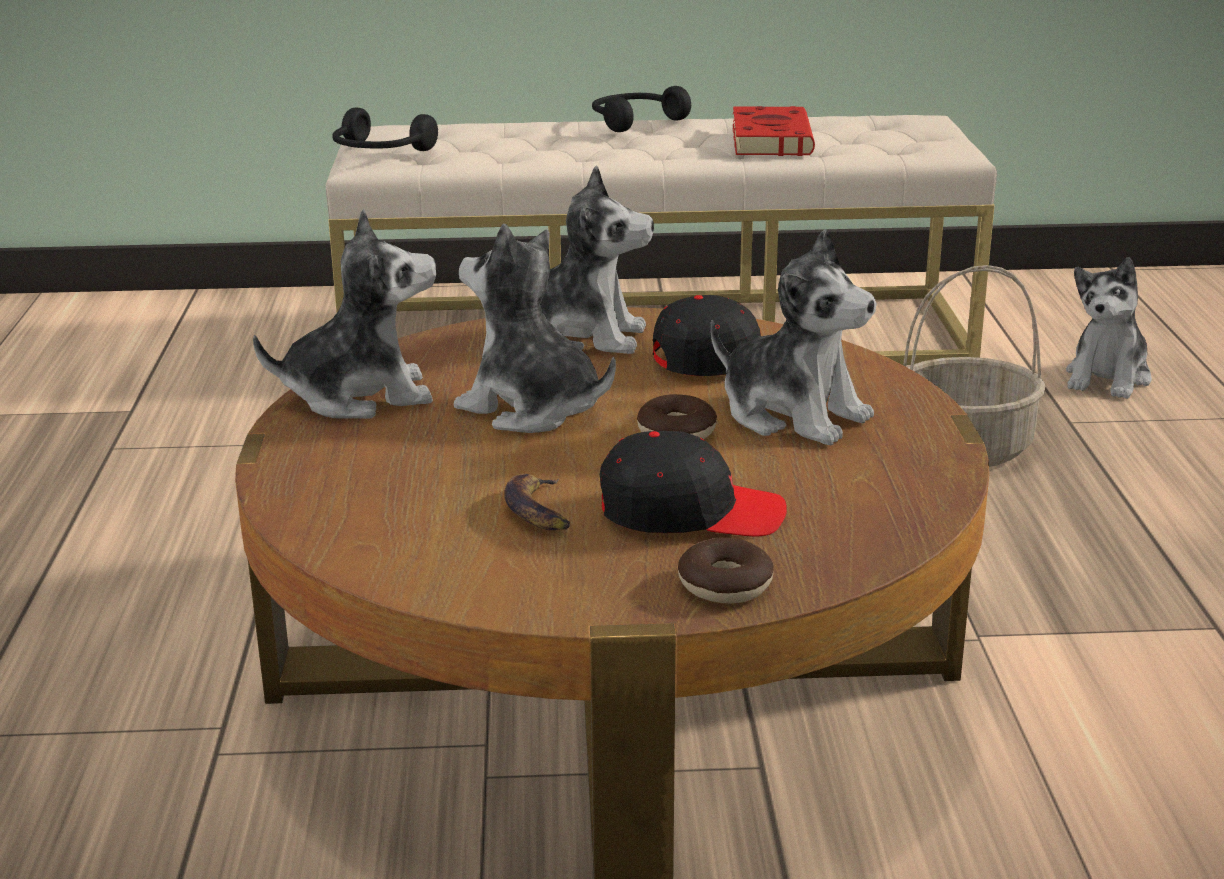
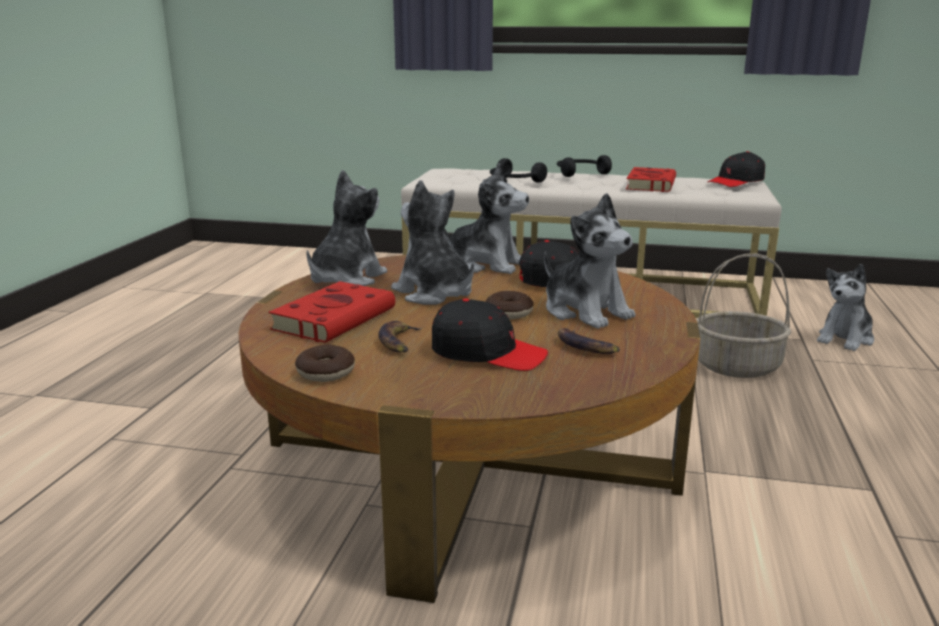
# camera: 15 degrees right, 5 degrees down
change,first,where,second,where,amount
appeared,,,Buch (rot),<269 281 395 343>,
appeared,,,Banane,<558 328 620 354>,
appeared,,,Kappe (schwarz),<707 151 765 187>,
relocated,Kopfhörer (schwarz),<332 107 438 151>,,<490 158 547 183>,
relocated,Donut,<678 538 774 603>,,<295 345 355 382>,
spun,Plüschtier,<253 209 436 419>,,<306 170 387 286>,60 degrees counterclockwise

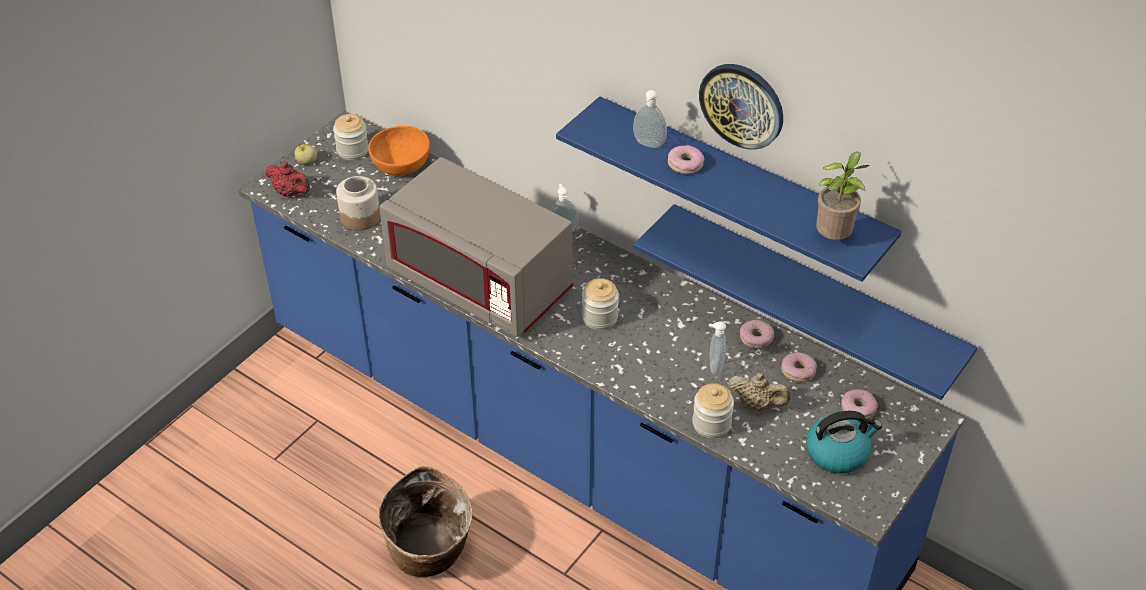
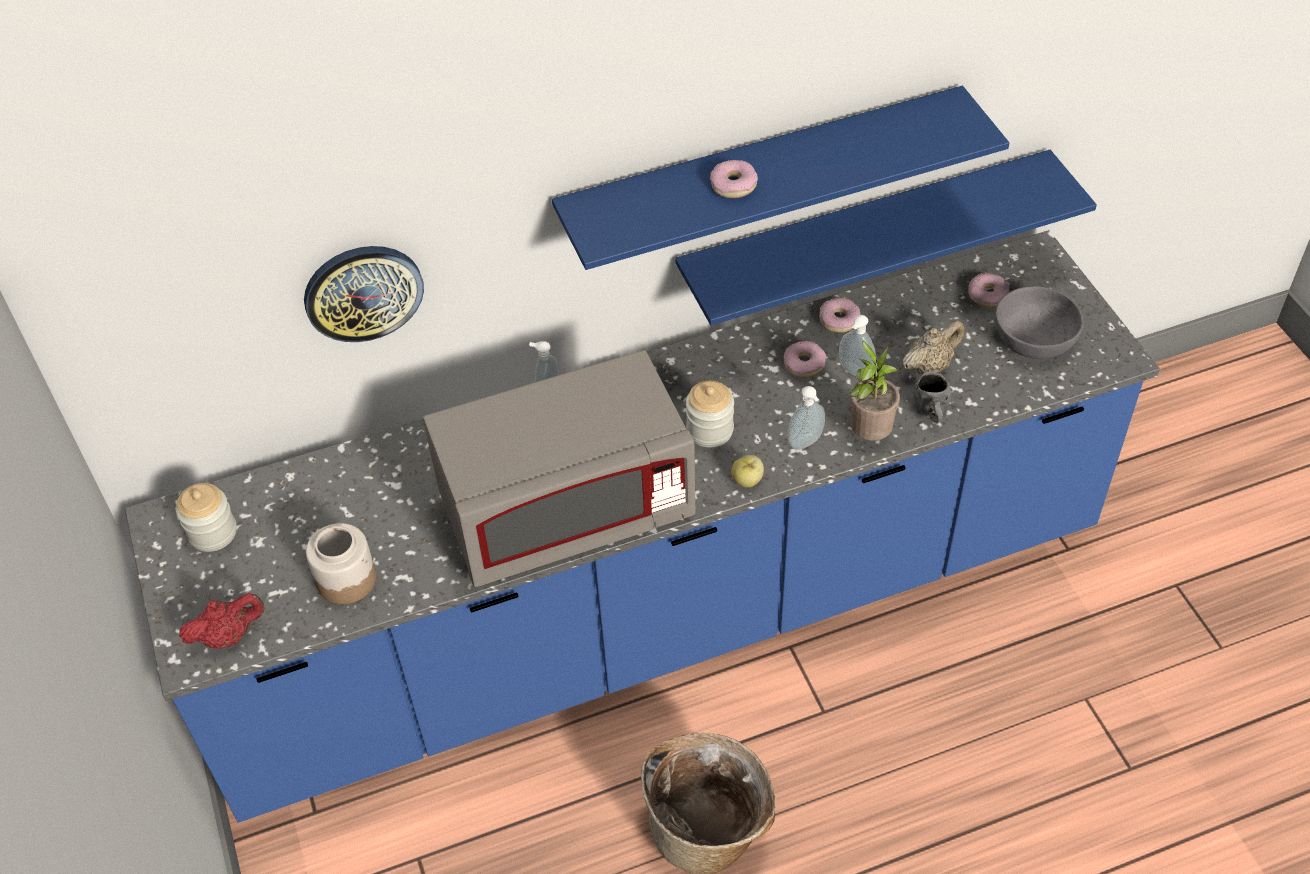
# camera: 55 degrees left, 5 degrees up
change,first,where,second,where,amount
missing,Schüssel (orange),<368 126 430 176>,,,
relocated,Apfel,<295 144 317 165>,,<731 455 764 488>,
relocated,Seifenspender,<633 90 667 148>,,<787 386 825 450>,
relocated,Wanduhr,<699 64 783 150>,,<304 246 424 342>,
relocated,Donut,<781 352 817 382>,,<783 341 826 378>,
relocated,Topfpflanze,<816 152 869 240>,,<850 341 900 441>,
exchanged,Vorratsglas,<692 383 734 438>,Henkelbecher (grau),<914 371 951 423>,
exchanged,Wasserkessel,<806 411 882 474>,Schüssel (grau),<995 286 1084 359>,

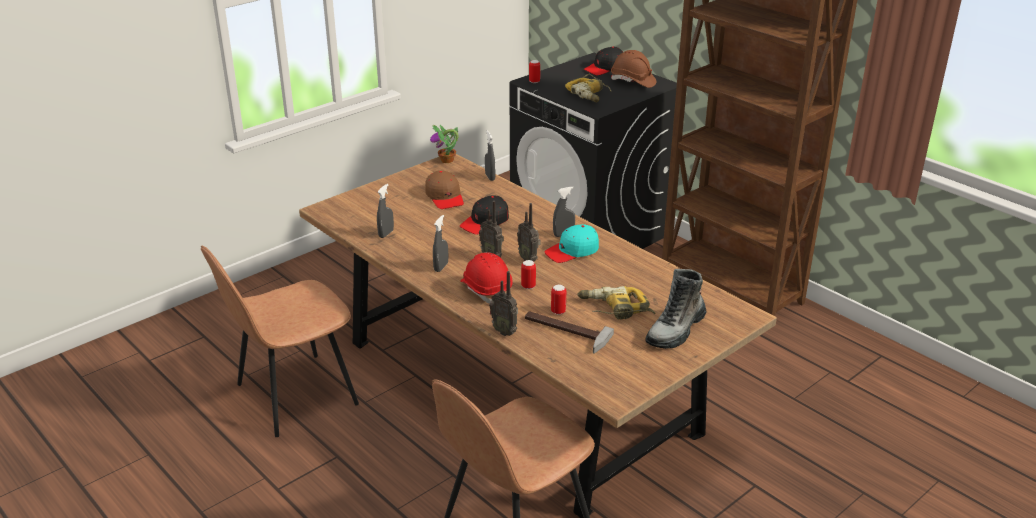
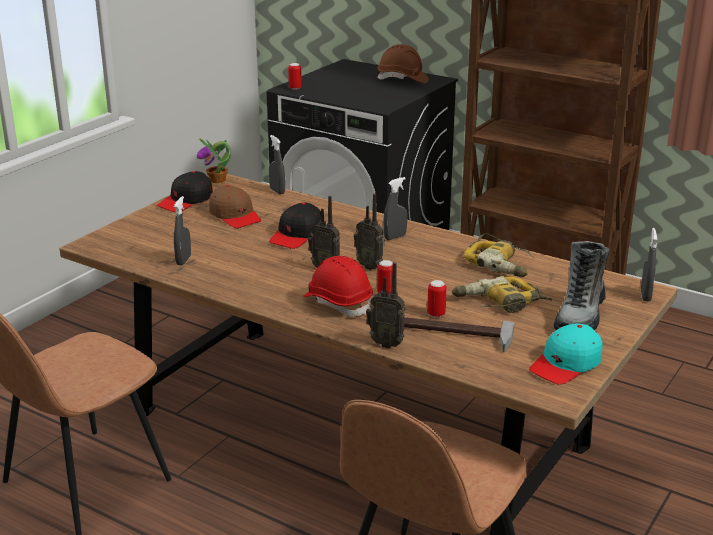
# camera: 15 degrees left, 5 degrees down
change,first,where,second,where,amount
relocated,Sprühflasche (grau),<433 215 448 272>,,<641 228 657 301>,
relocated,Kappe (türkis),<544 224 599 263>,,<529 324 603 385>,
relocated,Bohrmaschine,<565 73 611 102>,,<463 233 534 277>,
relocated,Kappe (schwarz),<584 47 623 75>,,<157 171 213 212>,

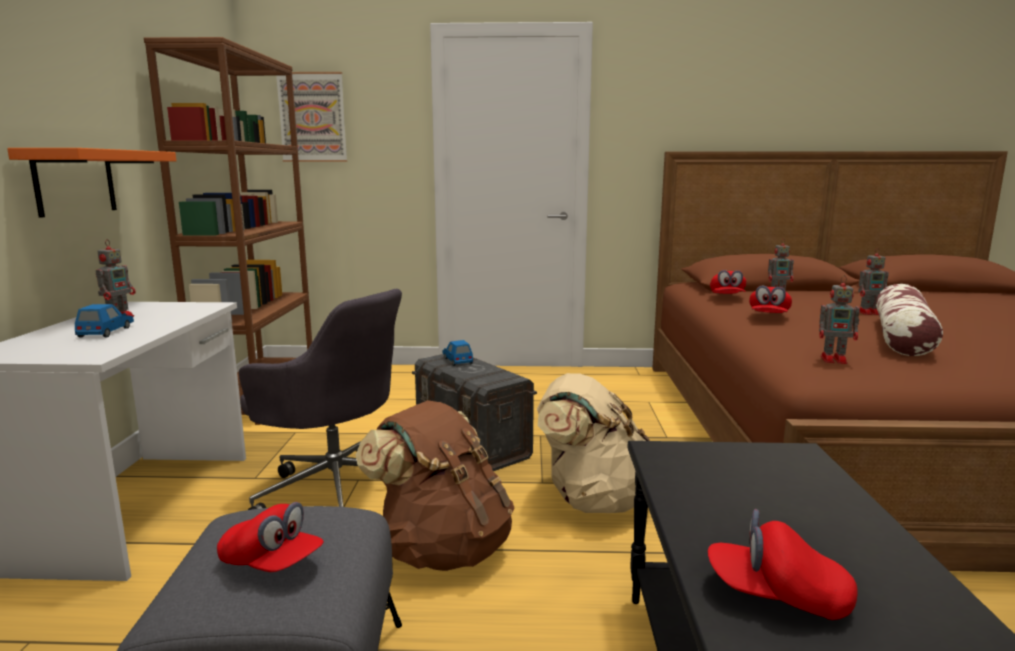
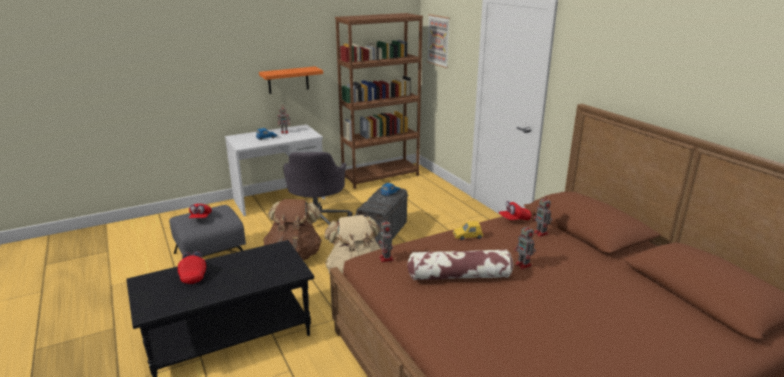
# camera: 60 degrees right, 10 degrees up
change,first,where,second,where,amount
exchanged,Kappe (rot),<749 286 792 313>,Spielzeugauto (gelb),<453 221 483 240>,

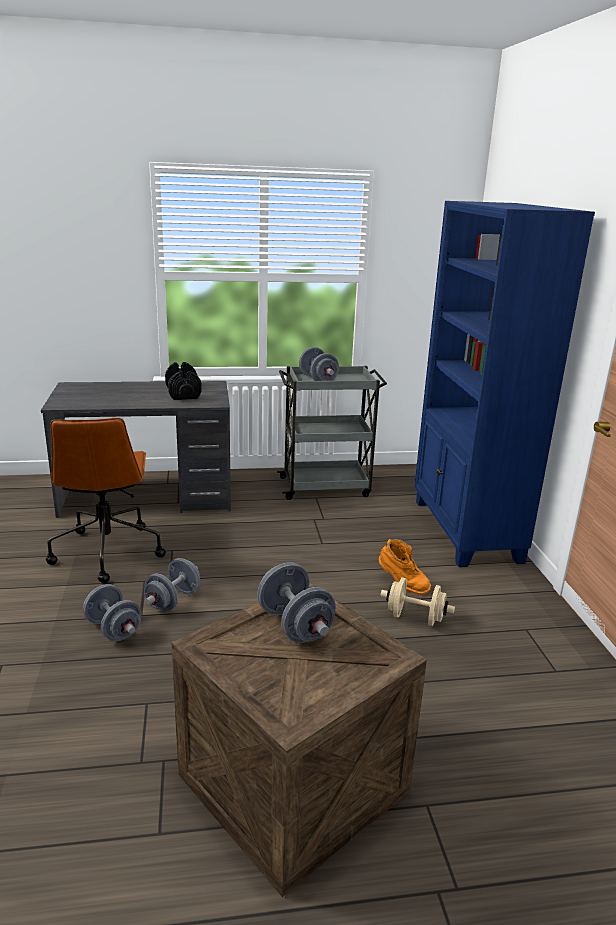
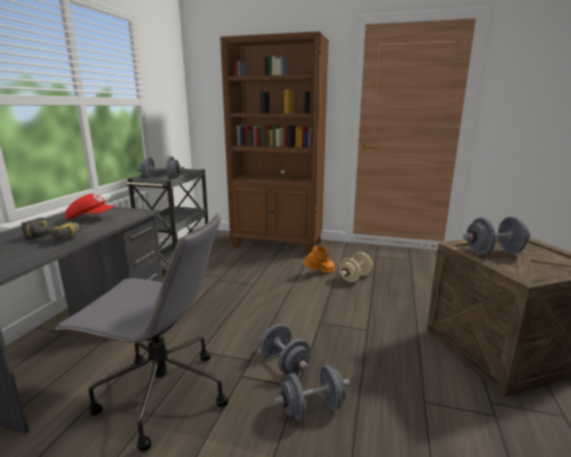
# camera: 65 degrees left, 5 degrees down
change,first,where,second,where,amount
appeared,,,Bohrmaschine,<21 218 86 240>,
exchanged,Hantel (schwarz),<165 362 202 400>,Kappe (rot),<65 194 114 219>,
colour,Bürostuhl (braun),<46 418 166 583>,Bürostuhl (grau),<55 214 229 451>,
colour,Bücherregal (blau),<414 201 595 567>,Bücherregal (braun),<220 31 329 255>,

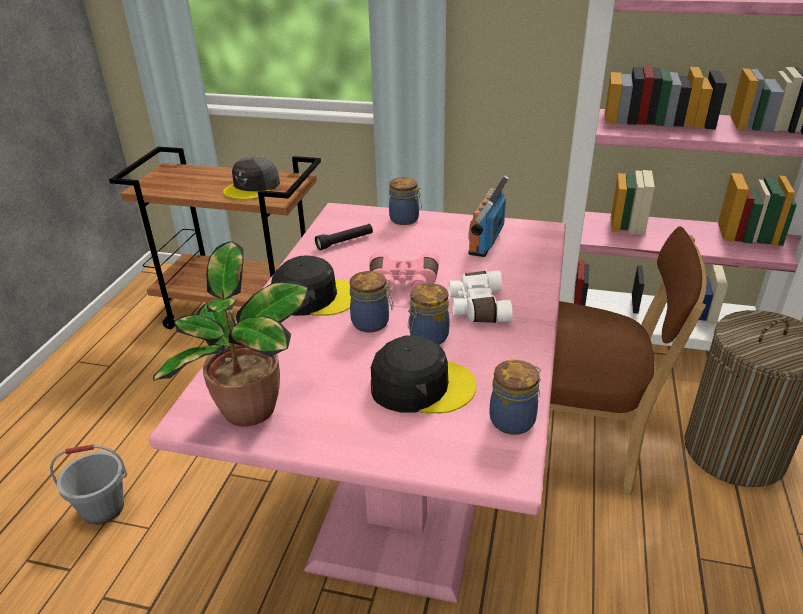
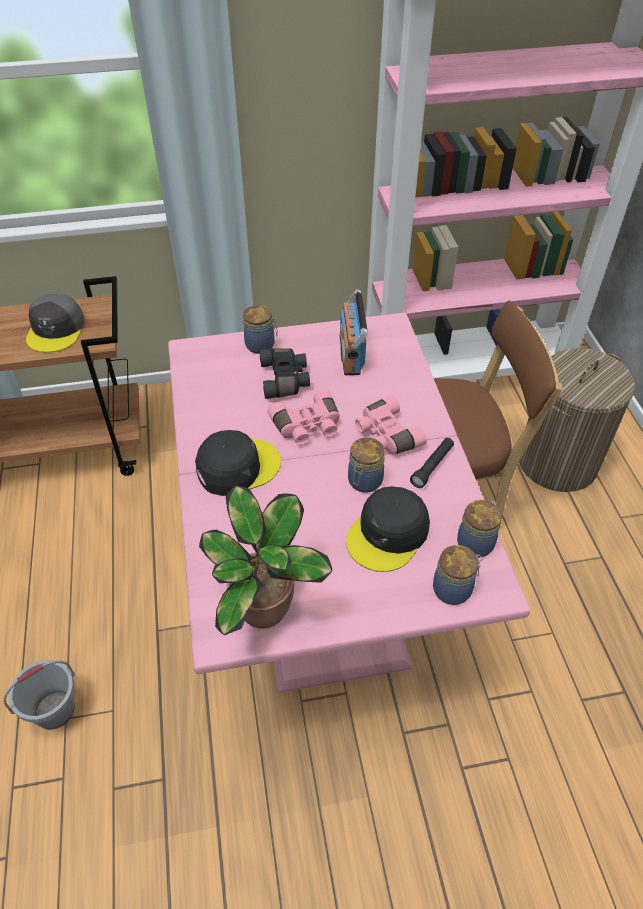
# camera: 25 degrees left, 15 degrees up
change,first,where,second,where,amount
appeared,,,Fernglas (schwarz),<260 348 310 399>,
relocated,Taschenlampe (schwarz),<315 224 373 250>,,<410 438 454 488>,
relocated,Vorratsglas,<350 271 393 332>,,<433 545 482 605>,
colour,Fernglas (weiß),<449 271 512 323>,Fernglas (rosa),<355 395 427 455>,
spun,Kappe (schwarz),<371 335 477 413>,,<346 486 430 572>,150 degrees clockwise

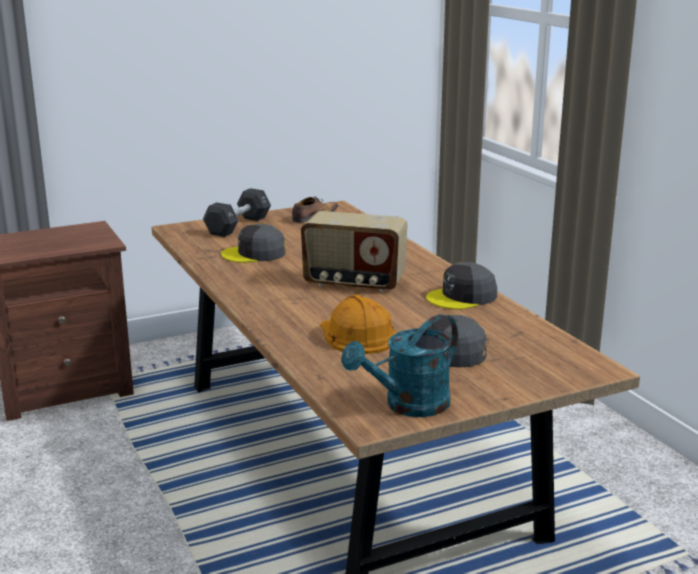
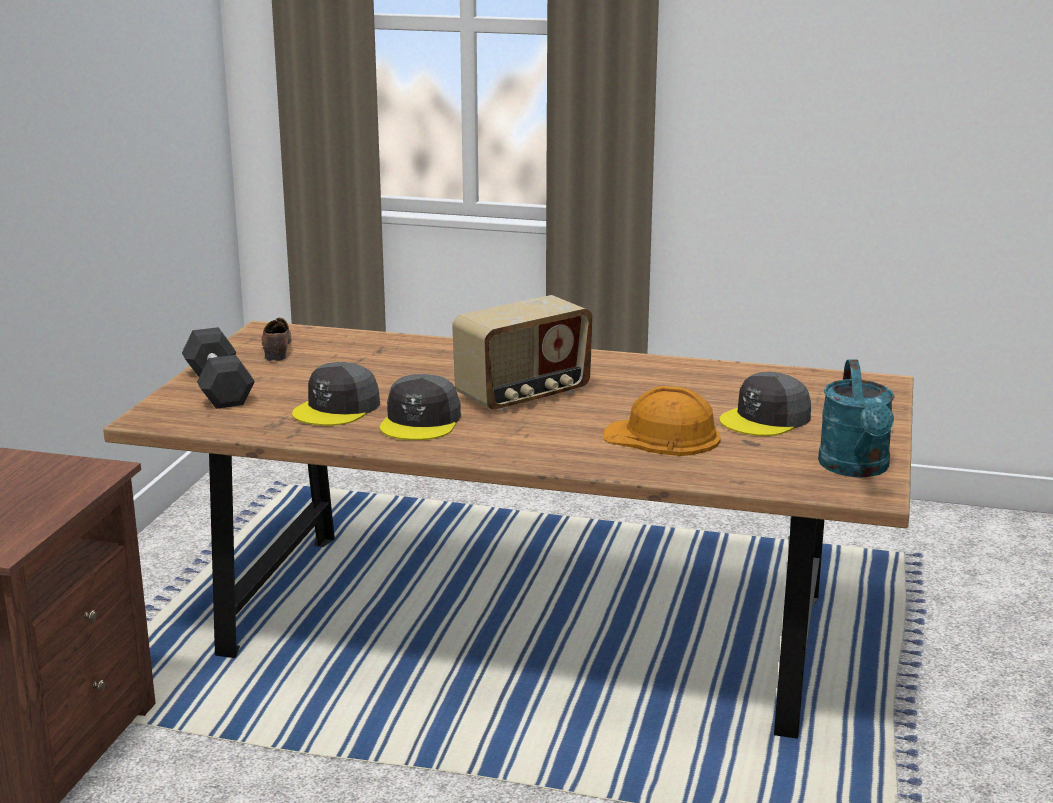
# camera: 50 degrees left, 0 degrees up
change,first,where,second,where,amount
relocated,Kappe (grau),<426 262 497 309>,,<380 374 461 440>,

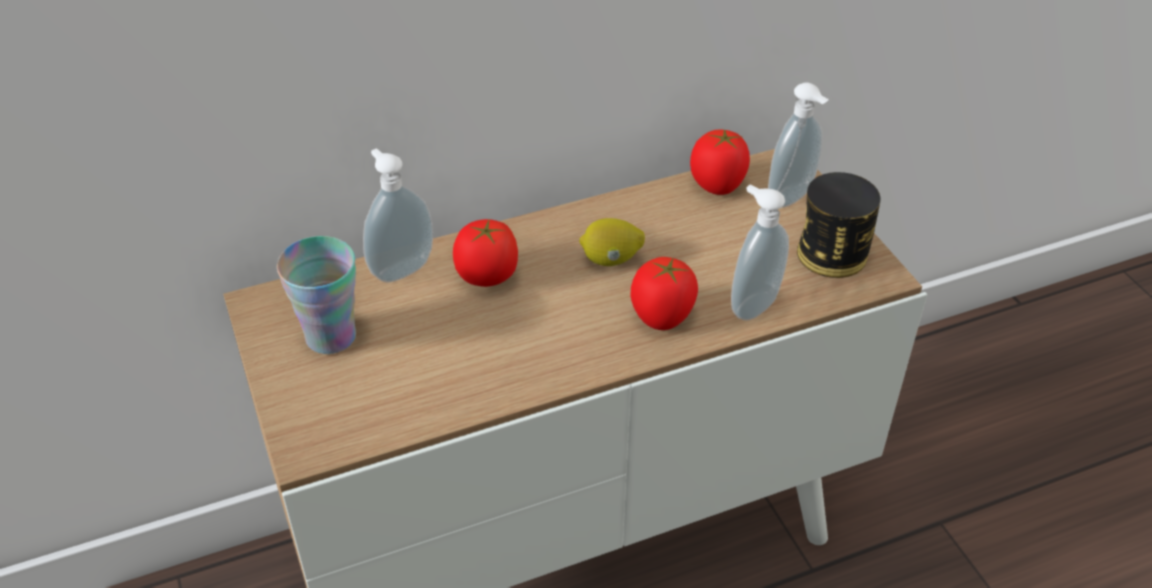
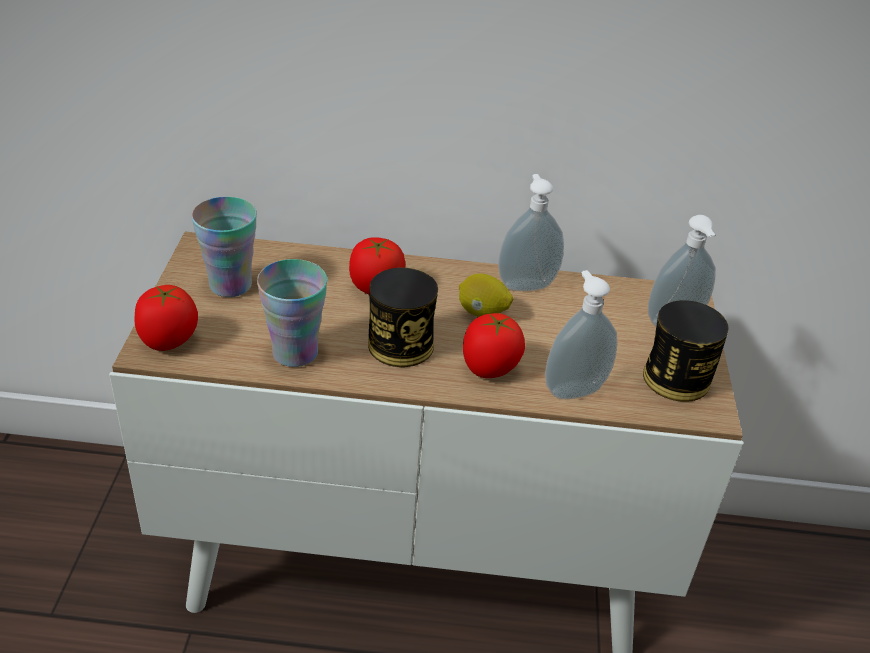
# camera: 25 degrees right, 5 degrees down
change,first,where,second,where,amount
appeared,,,Tasse,<257 259 327 367>,
appeared,,,Dose,<368 268 438 367>,
relocated,Seifenspender,<363 148 433 282>,,<498 174 564 291>,
relocated,Tomate,<690 129 750 195>,,<134 285 198 351>,

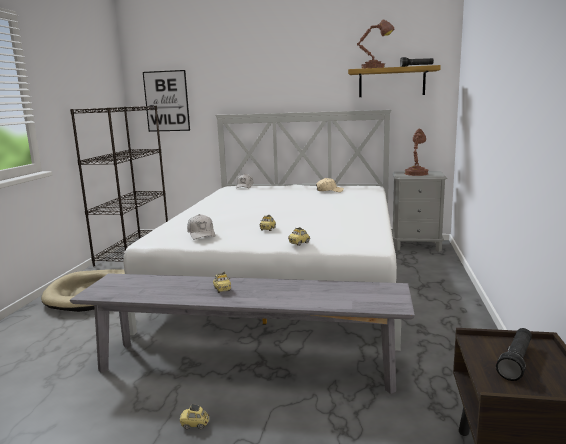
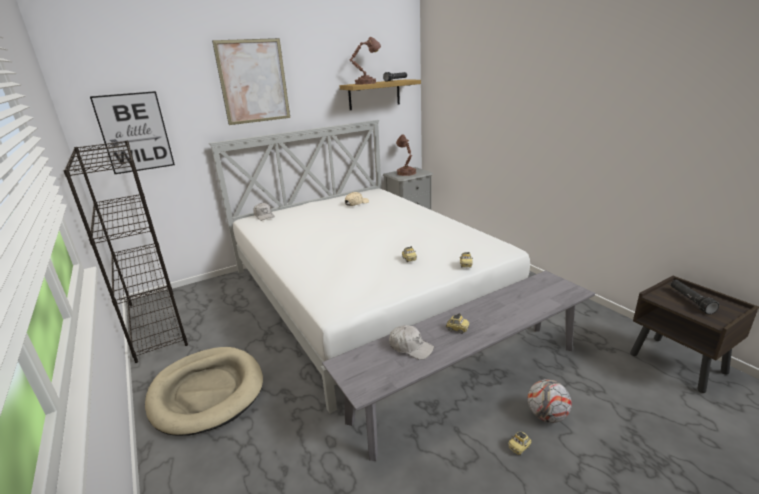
# camera: 40 degrees left, 10 degrees up
change,first,where,second,where,amount
appeared,,,Bild,<212 38 290 125>,
appeared,,,Fußball,<528 379 572 423>,
relocated,Kappe (weiß),<187 214 216 240>,,<389 325 434 360>,

